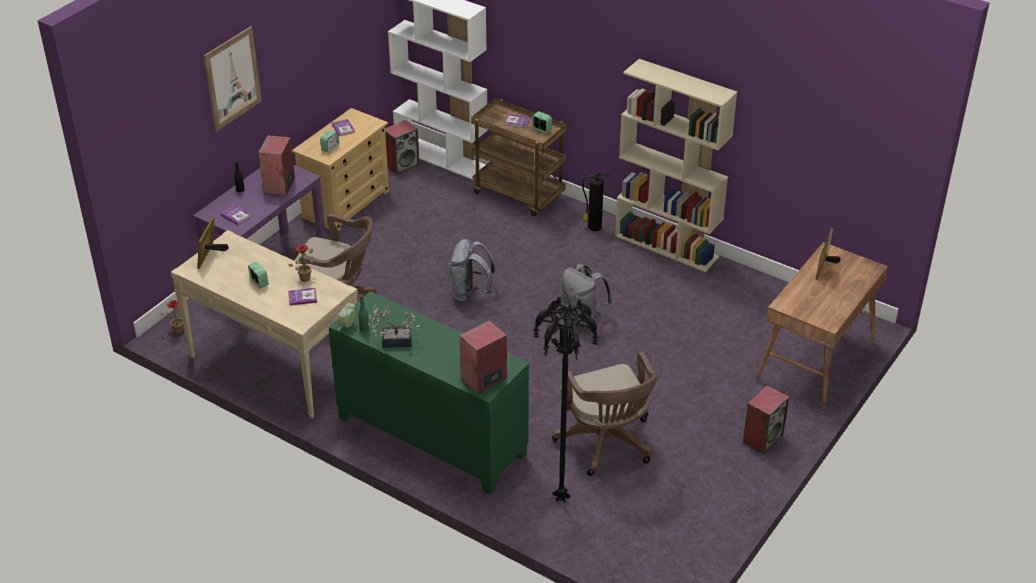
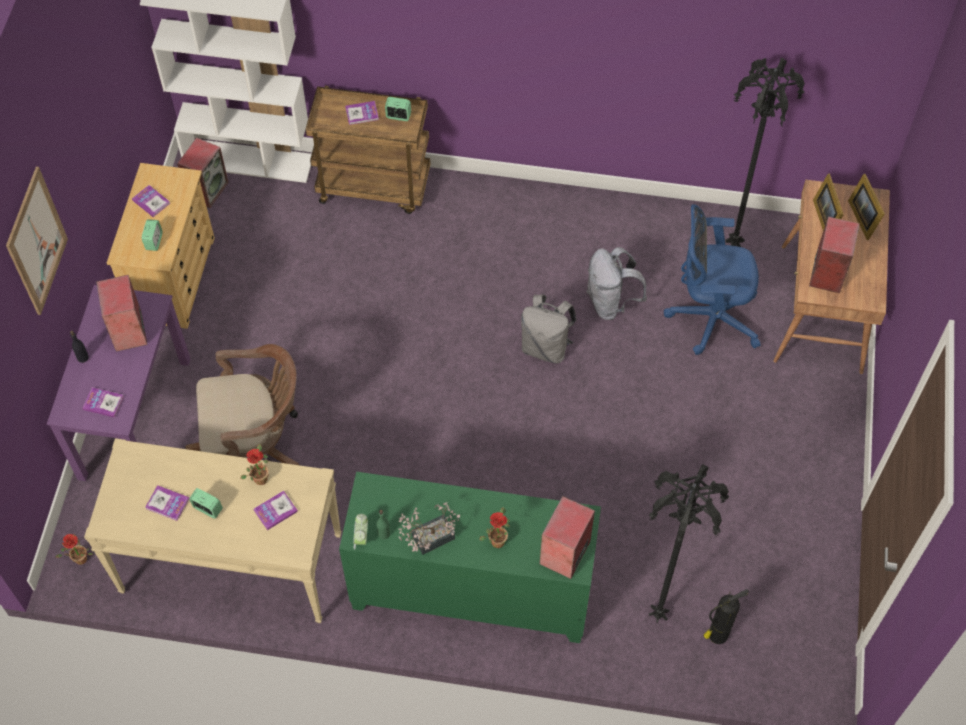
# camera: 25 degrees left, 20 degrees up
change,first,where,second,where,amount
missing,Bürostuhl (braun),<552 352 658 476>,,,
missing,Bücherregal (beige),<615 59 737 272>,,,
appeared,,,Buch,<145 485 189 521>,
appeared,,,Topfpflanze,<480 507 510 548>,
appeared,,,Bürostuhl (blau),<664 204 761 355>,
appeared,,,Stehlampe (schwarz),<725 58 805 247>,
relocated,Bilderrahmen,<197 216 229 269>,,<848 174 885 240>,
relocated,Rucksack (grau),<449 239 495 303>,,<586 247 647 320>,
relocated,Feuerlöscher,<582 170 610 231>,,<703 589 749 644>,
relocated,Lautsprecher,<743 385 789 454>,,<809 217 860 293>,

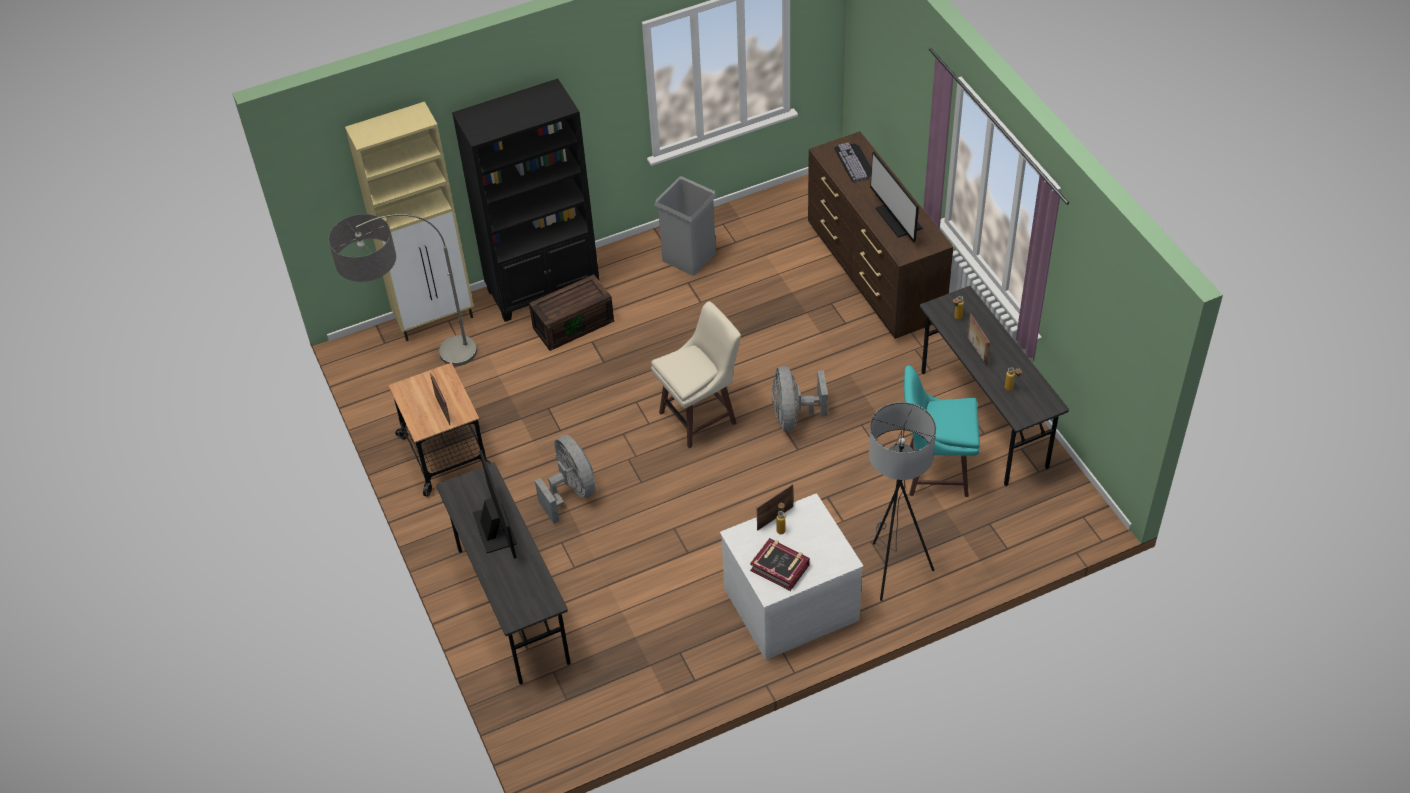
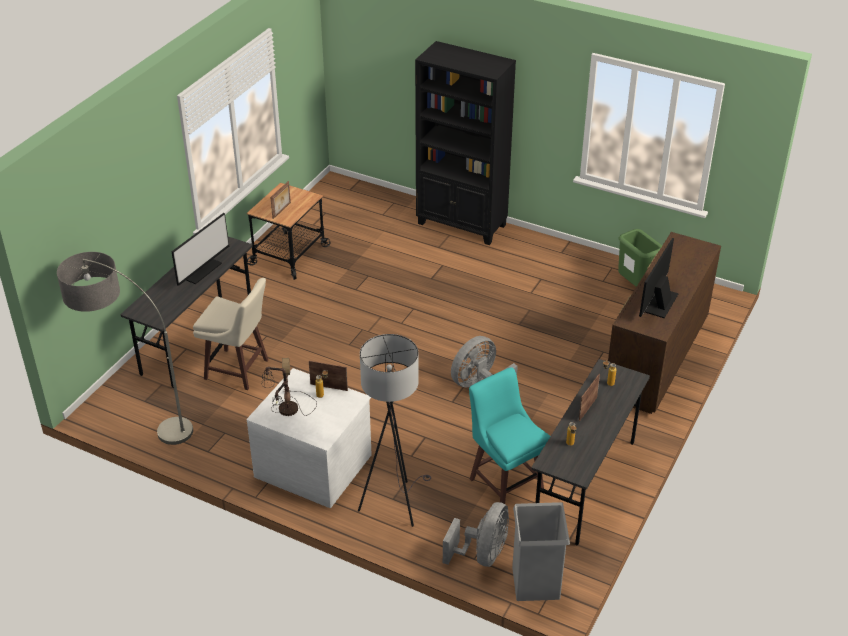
# camera: 50 degrees right, 10 degrees down
change,first,where,second,where,amount
missing,Schrank (beige),<345 102 474 341>,,,
missing,Aufbewahrungsbox (braun),<529 274 614 351>,,,
missing,Tastatur,<834 142 871 183>,,,
appeared,,,Mülleimer (grün),<618 229 662 287>,
relocated,Stehlampe,<328 214 477 366>,,<57 252 193 445>,
relocated,Ventilator (grau),<535 435 596 524>,,<443 502 509 567>,
relocated,Hocker (beige),<651 301 741 448>,,<193 278 268 390>,
relocated,Mülleimer (grau),<654 176 717 276>,,<512 502 570 601>,
exchanged,Buch,<750 538 810 591>,Tischlampe,<262 358 317 416>,

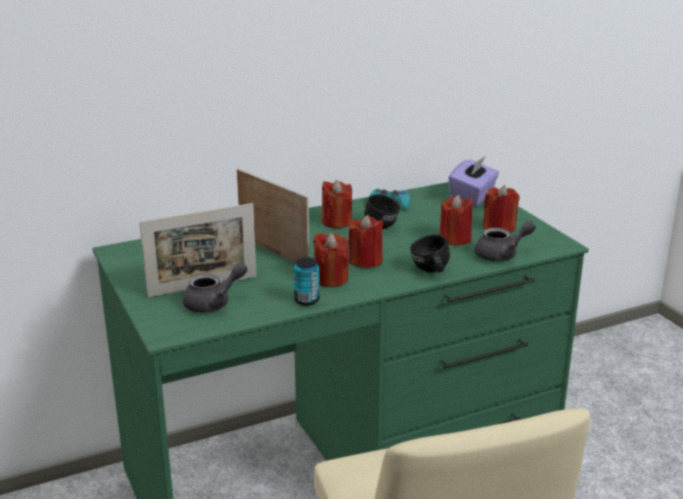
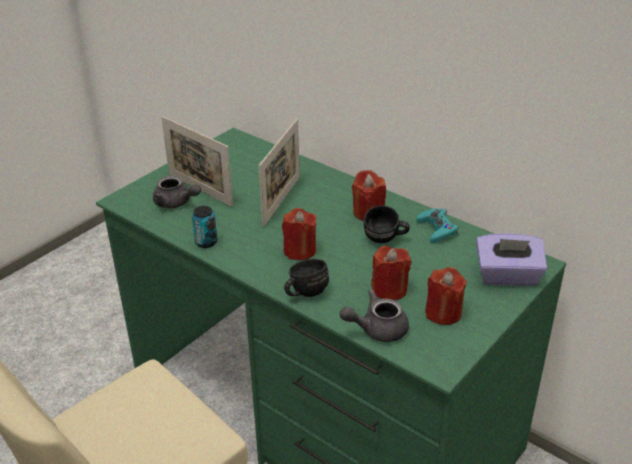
# camera: 65 degrees right, 10 degrees up
change,first,where,second,where,amount
missing,Kerze (rot),<313 233 348 287>,,,
spun,Teekanne (grau),<475 220 536 262>,,<340 289 409 342>,120 degrees clockwise

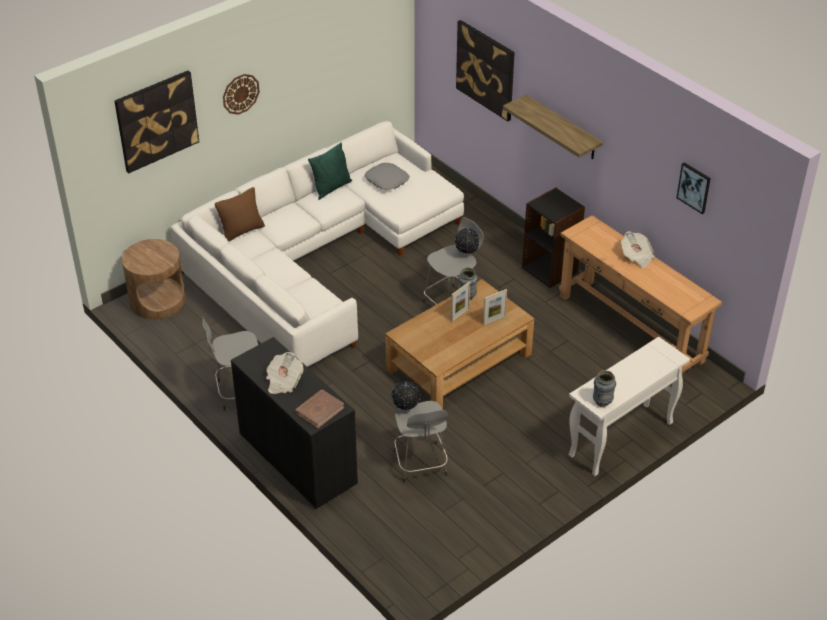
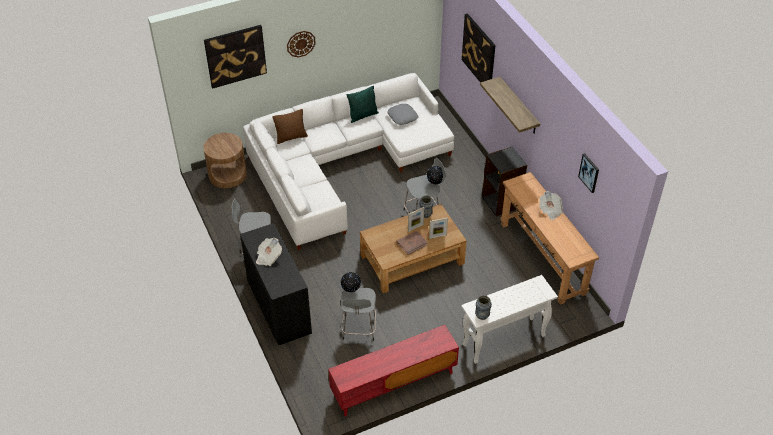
# camera: 15 degrees right, 5 degrees up
change,first,where,second,where,amount
appeared,,,Fernsehschrank (rot),<328 325 459 416>,
relocated,Buch (braun),<295 390 344 429>,,<396 231 428 255>,

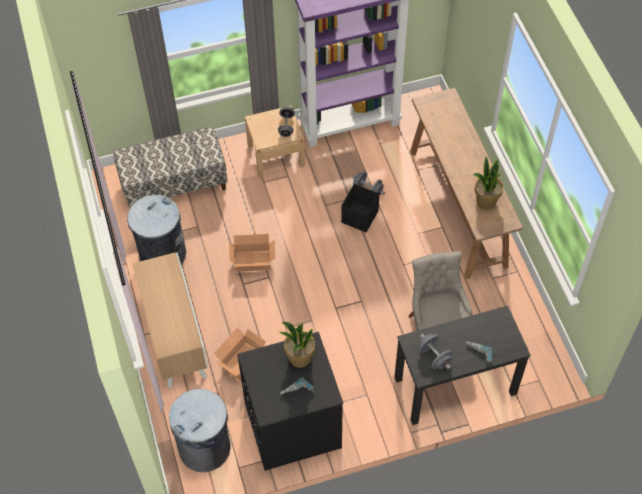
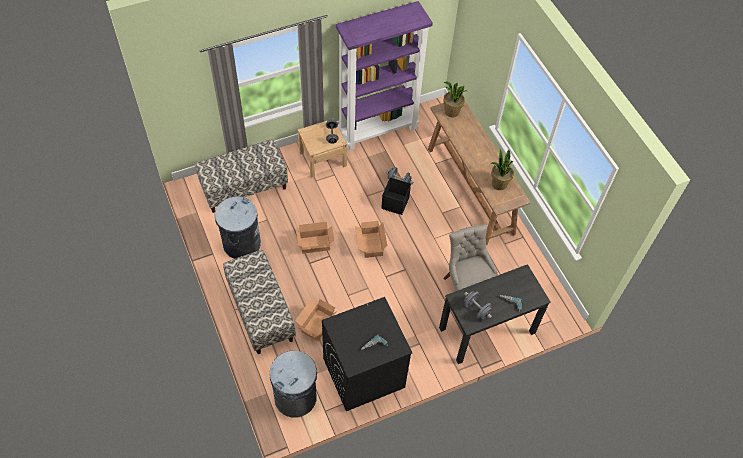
# camera: 10 degrees left, 0 degrees up
change,first,where,second,where,amount
appeared,,,Karton,<355 221 387 258>,
relocated,Topfpflanze,<279 322 315 368>,,<443 82 467 117>,
exchanged,Schrank,<132 252 208 388>,Bank,<223 250 296 354>,

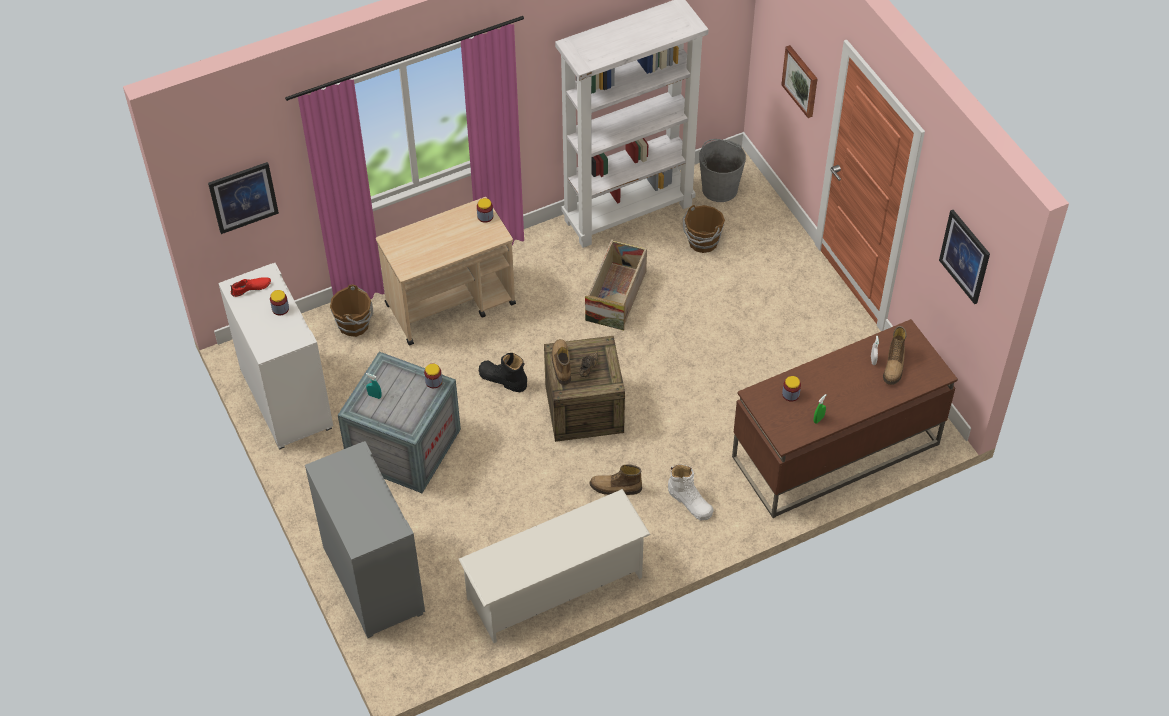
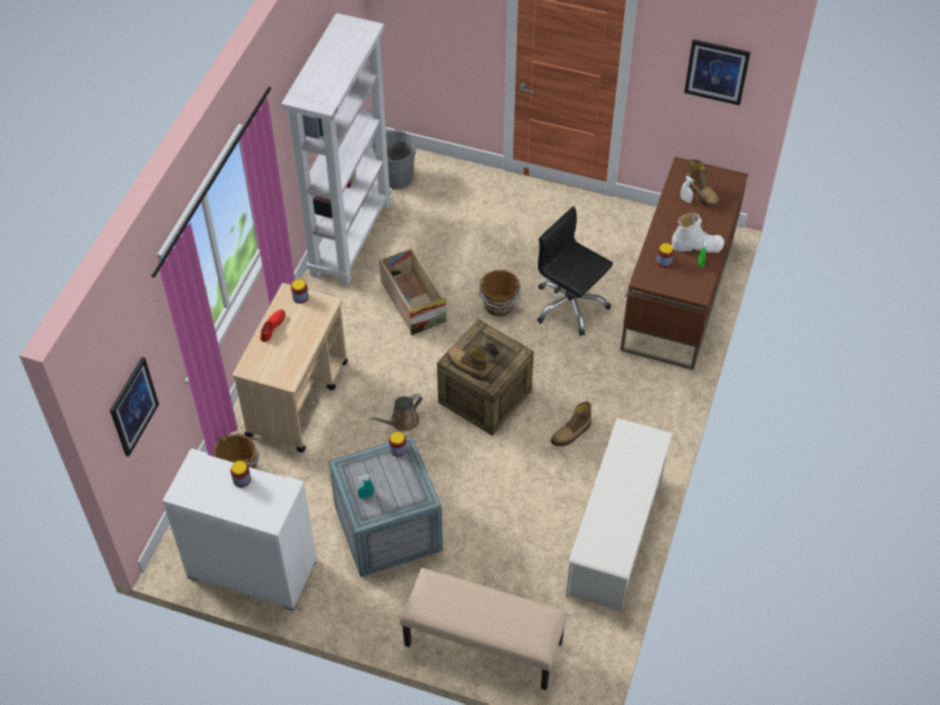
# camera: 45 degrees left, 0 degrees up
change,first,where,second,where,amount
missing,Bild,<781 45 818 118>,,,
appeared,,,Bürostuhl (schwarz),<537 206 613 336>,
relocated,Schuh (rot),<230 277 271 297>,,<260 310 285 342>,
relocated,Stiefel (weiß),<668 465 713 521>,,<672 212 725 253>,
relocated,Eimer (braun),<682 205 725 253>,,<479 270 521 316>,
exchanged,Schrank (grau),<305 441 425 638>,Bank (beige),<400 568 568 690>,
exchanged,Stiefel (schwarz),<479 353 527 392>,Gießkanne (braun),<370 394 423 431>,

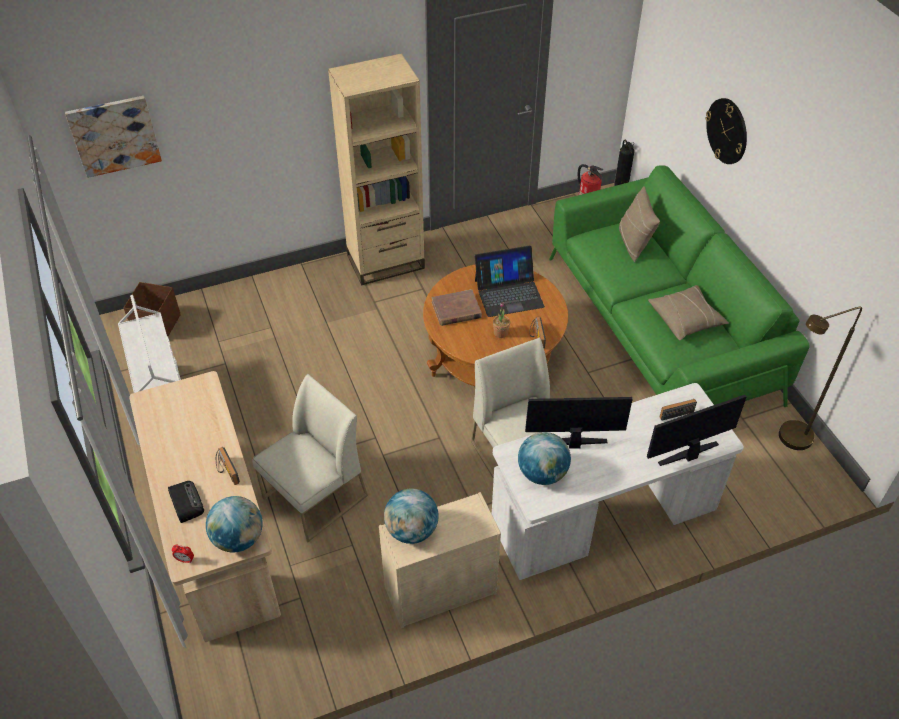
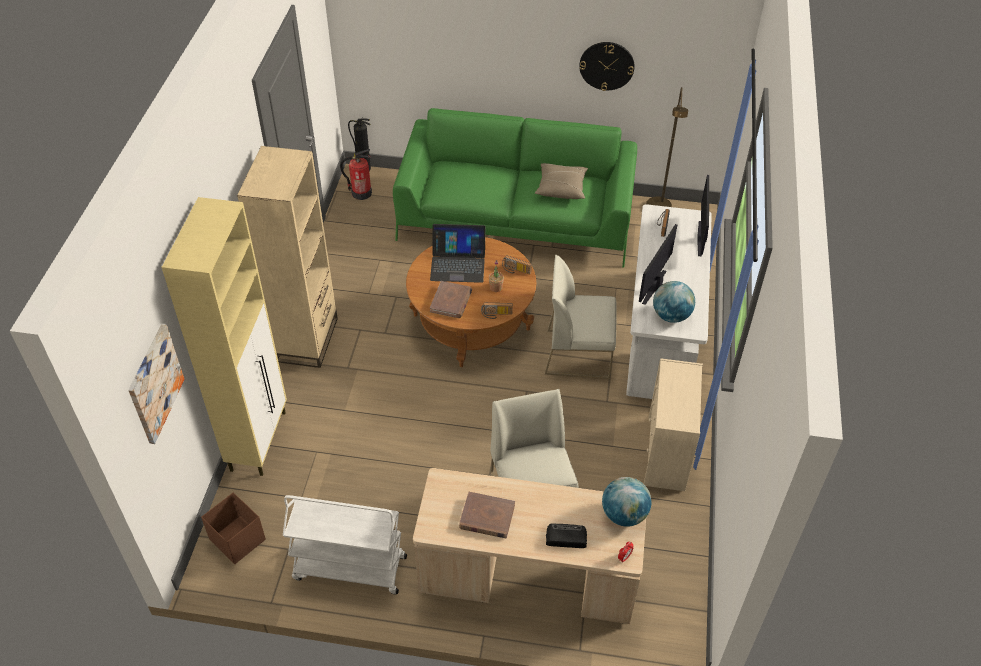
# camera: 60 degrees left, 0 degrees up
change,first,where,second,where,amount
missing,Globus,<384 489 438 544>,,,
missing,Kissen (beige),<619 186 660 262>,,,
appeared,,,Schrank (beige),<161 197 287 476>,
appeared,,,Buch (braun),<459 492 515 538>,
relocated,Radio,<216 447 240 485>,,<481 303 513 319>,
relocated,Wanduhr,<705 98 747 164>,,<579 42 634 91>,
spun,Laptop,<475 246 545 317>,,<430 224 485 283>,75 degrees clockwise

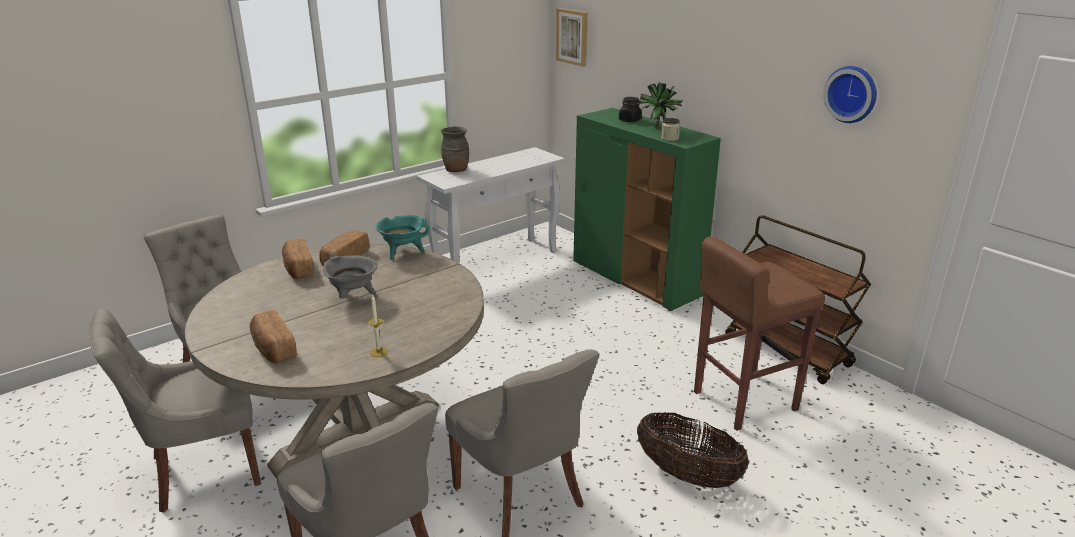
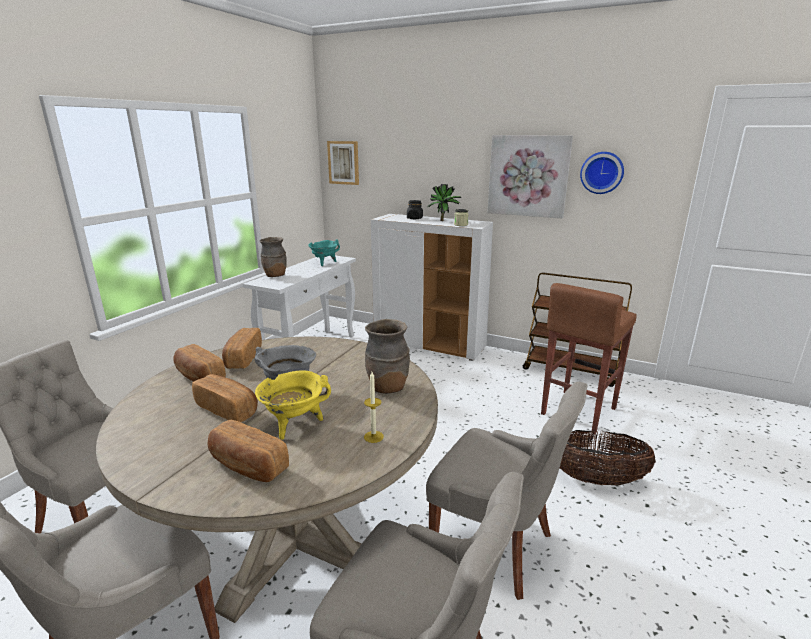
# camera: 25 degrees left, 5 degrees down
change,first,where,second,where,amount
appeared,,,Brot,<192 374 258 422>,
appeared,,,Kochtopf (gelb),<255 370 331 440>,
appeared,,,Vase (braun),<365 319 410 394>,
appeared,,,Bild,<487 135 573 218>,
relocated,Kochtopf (türkis),<375 215 429 260>,,<308 239 340 266>,
colour,Schrank (grün),<573 108 721 311>,Schrank (weiß),<371 214 493 361>,

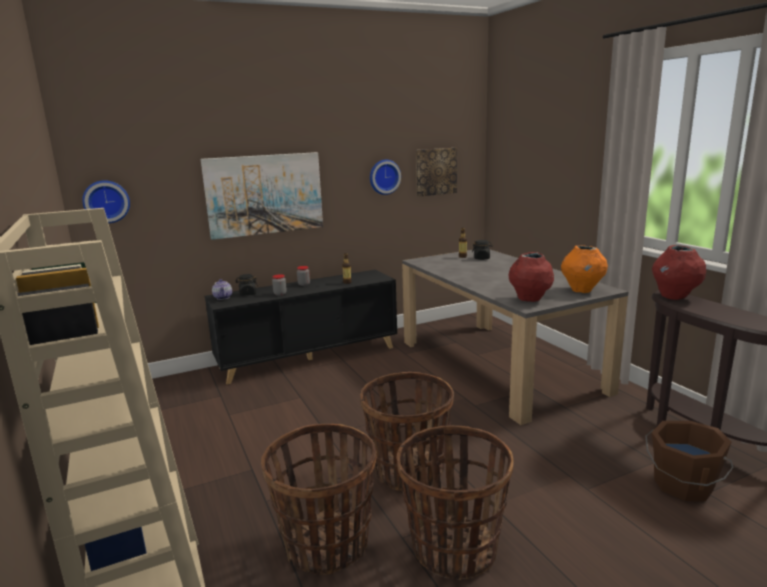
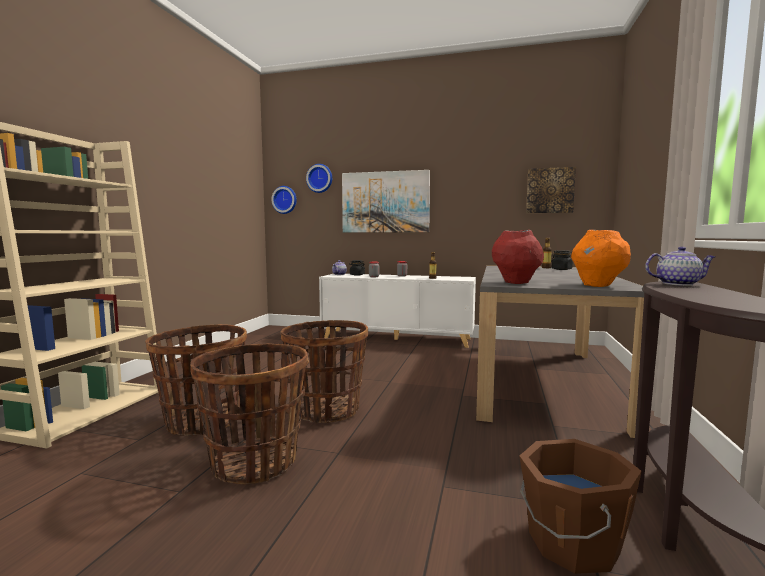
# camera: 40 degrees right, 10 degrees down
change,first,where,second,where,amount
relocated,Wanduhr,<370 159 401 195>,,<306 164 332 193>,
exchanged,Vase (rot),<652 245 706 300>,Teekanne,<645 246 715 286>,
colour,Schrank (schwarz),<205 270 397 385>,Schrank (weiß),<319 274 476 348>,

